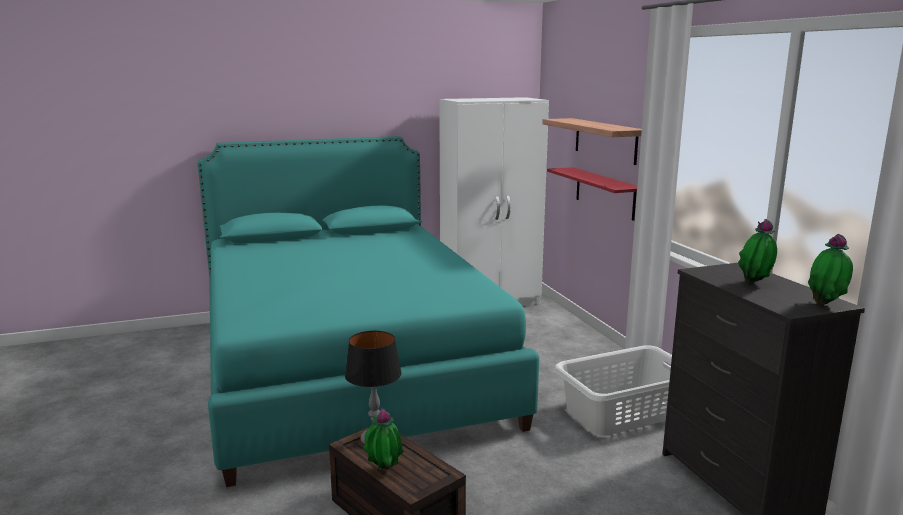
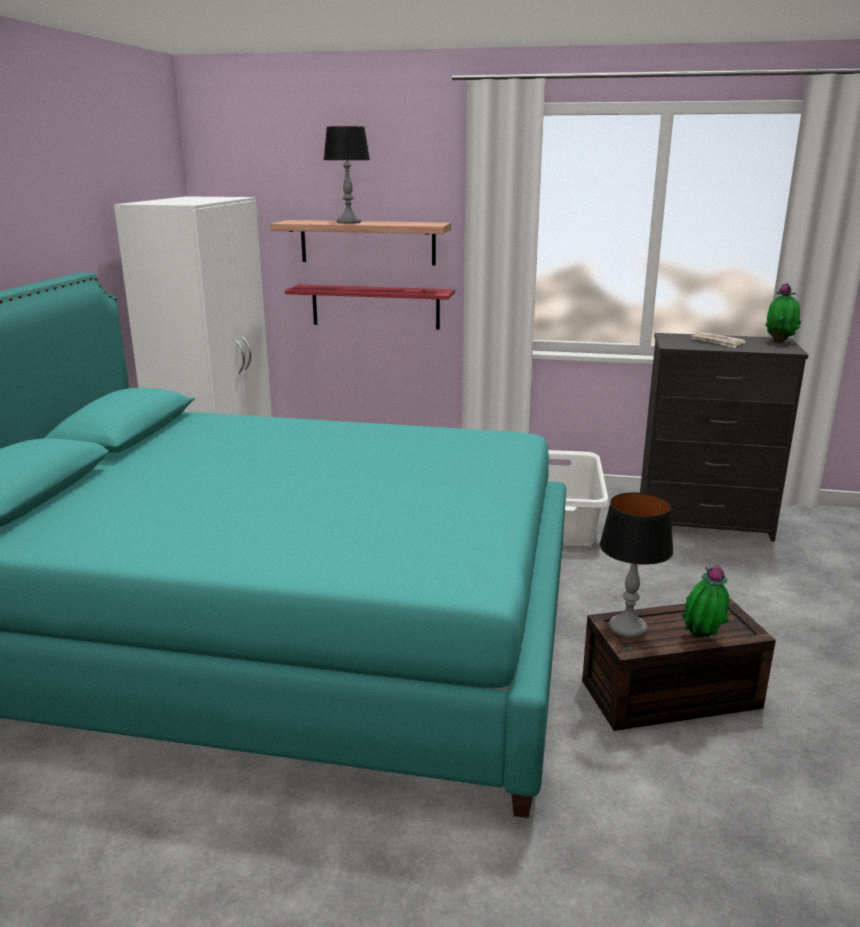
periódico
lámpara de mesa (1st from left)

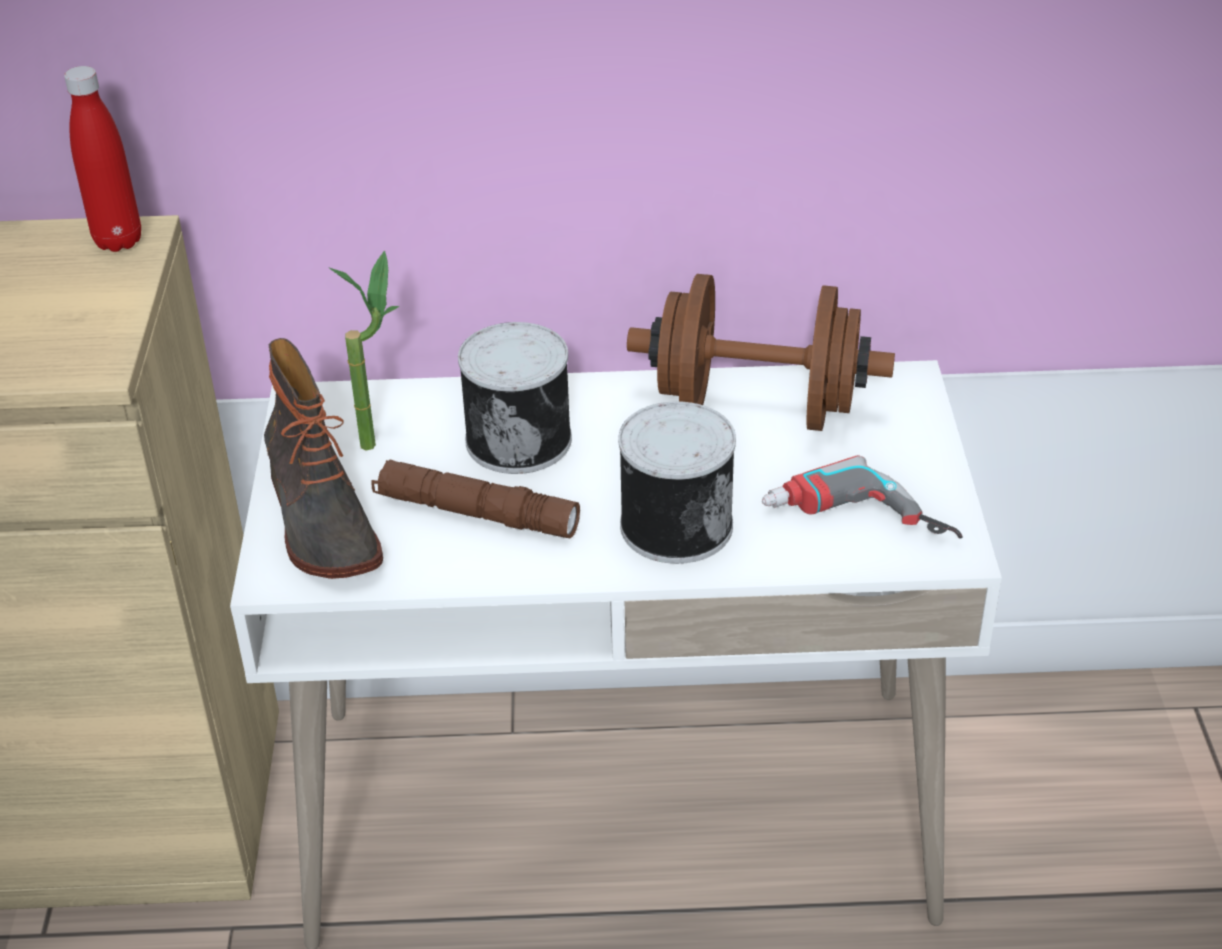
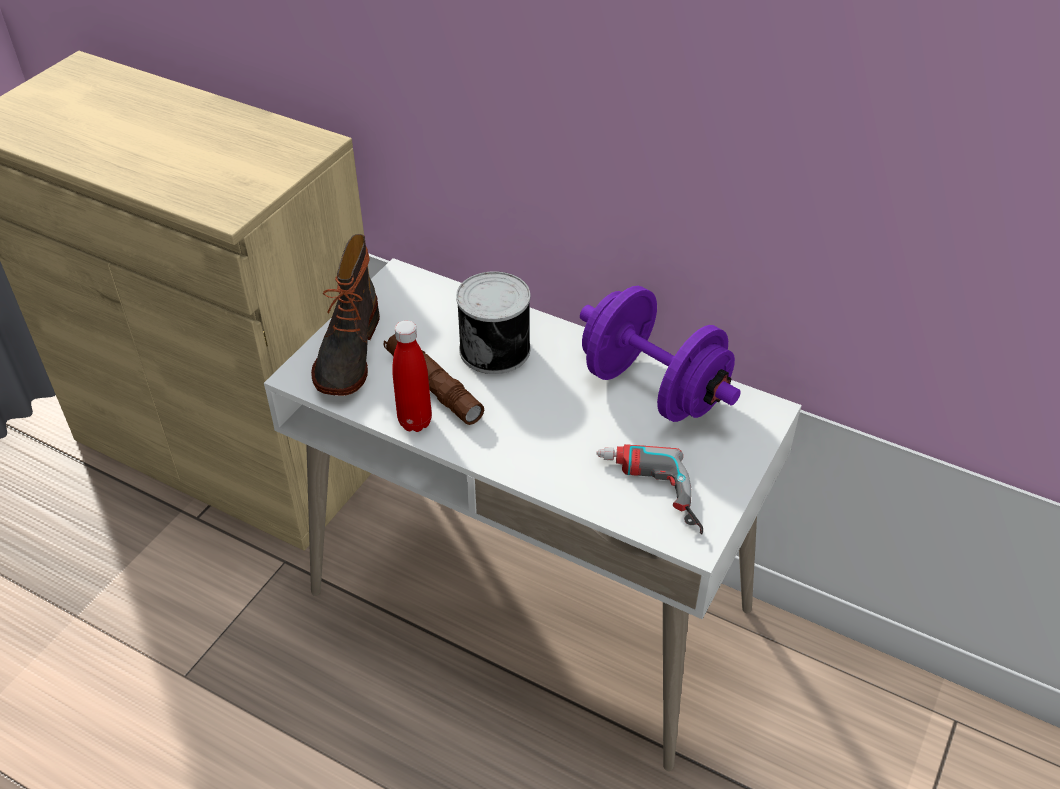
botella (rojo)
planta en maceta
lata (2nd from left in the first image)
mancuerna (morado)

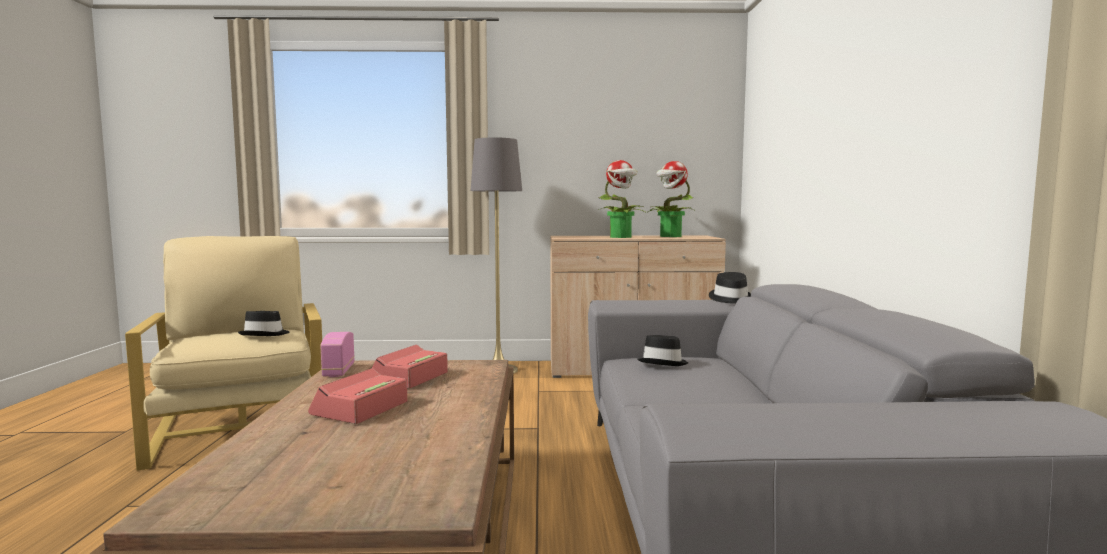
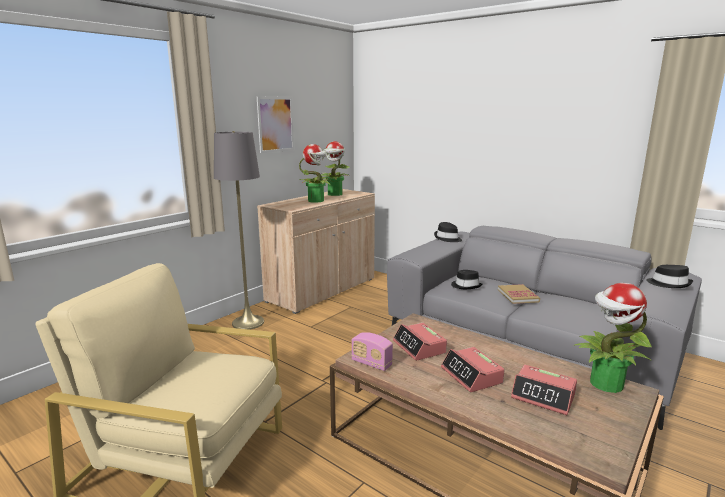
sombrero (negro) (3rd from left)
cuadro
libro
despertador (3rd from left)
planta en maceta (3rd from left)

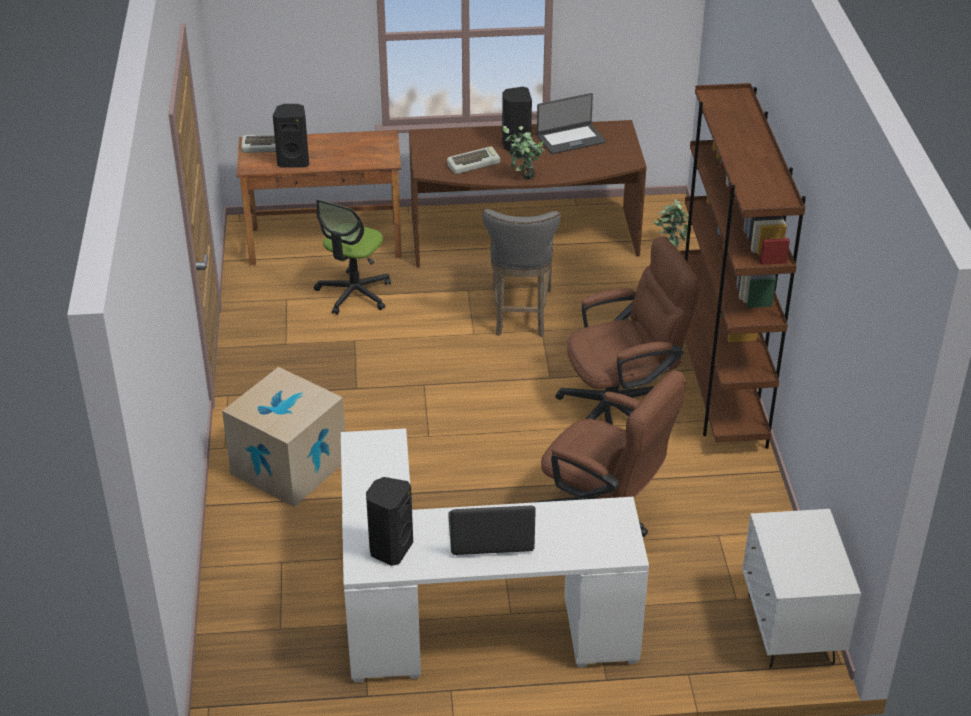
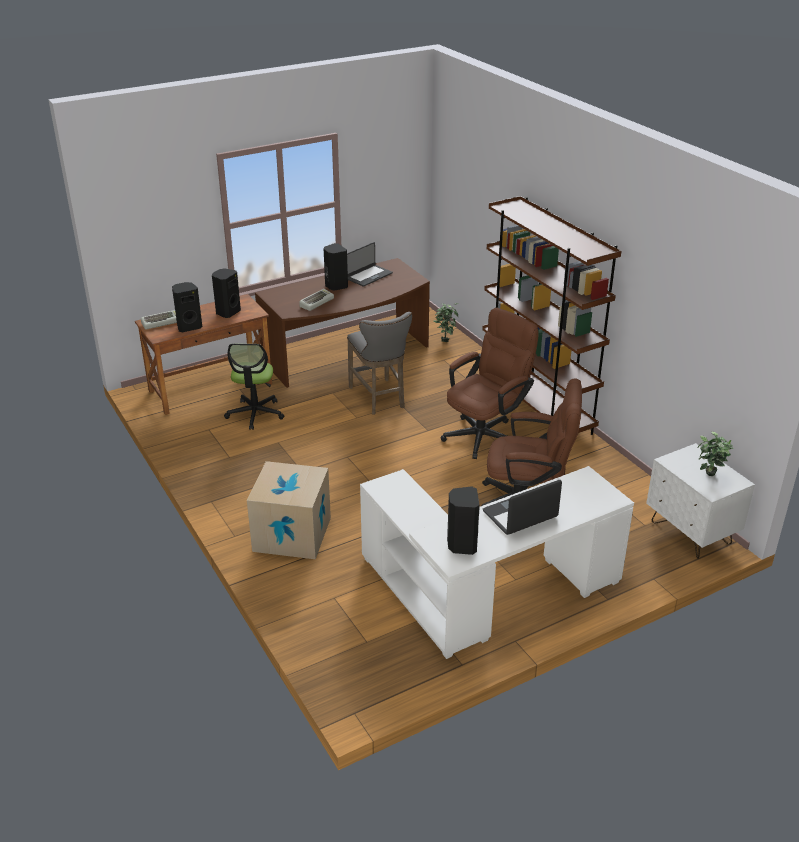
planta en maceta (2nd from left)
altavoz (negro) (2nd from left)

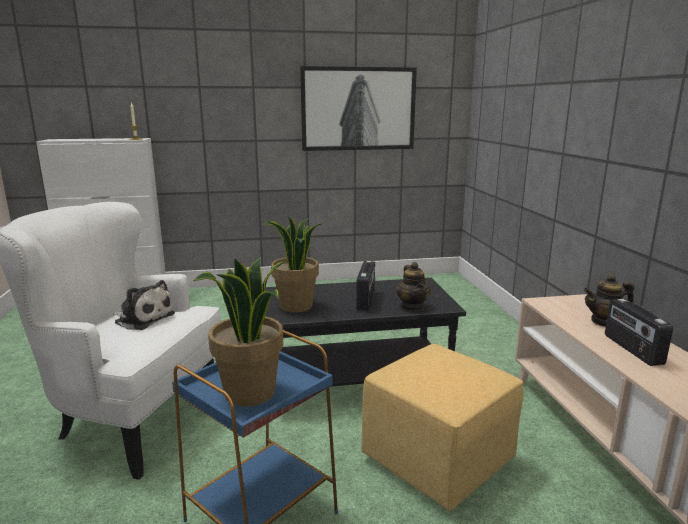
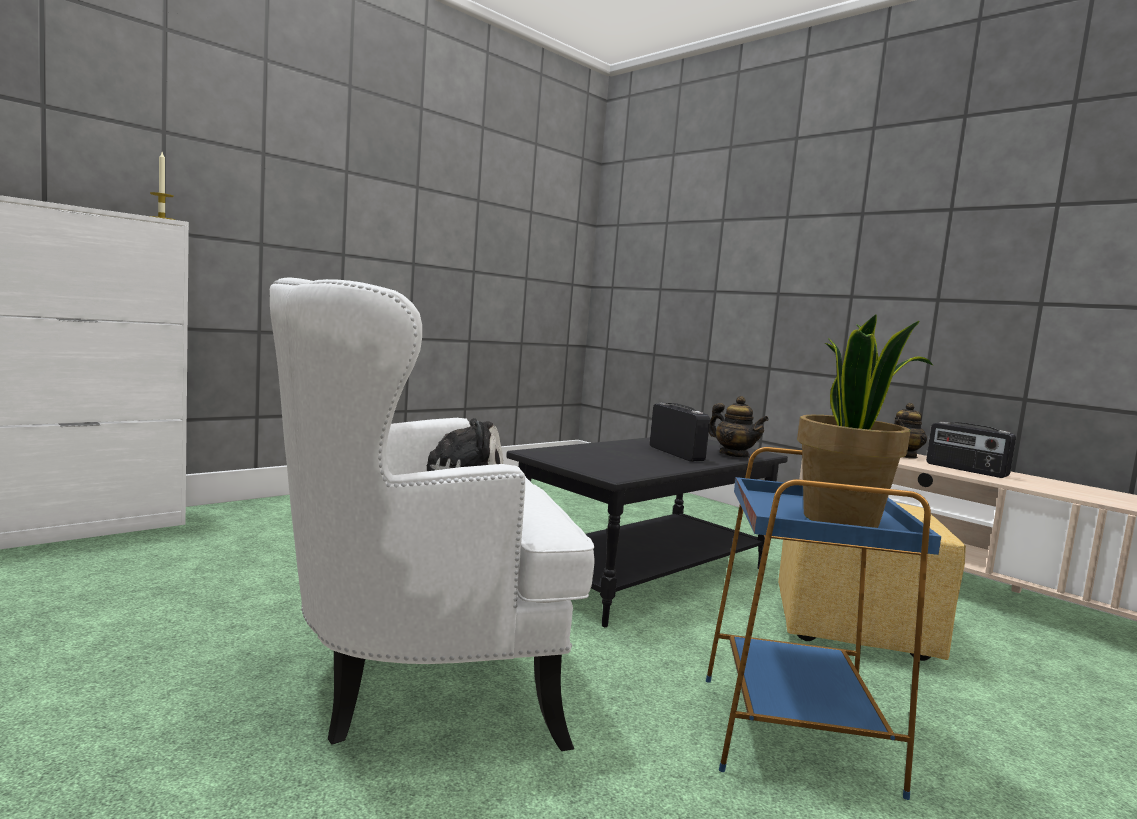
planta en maceta (2nd from left in the first image)
cuadro

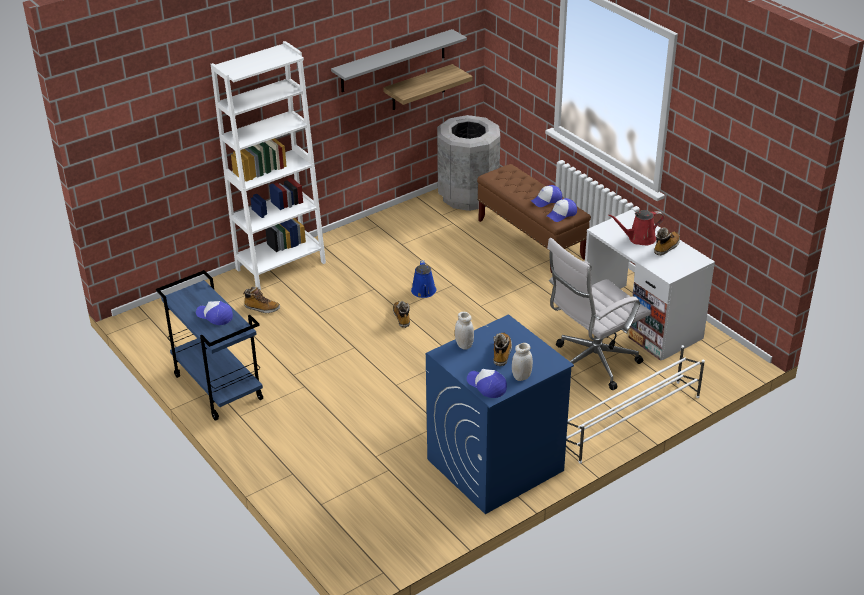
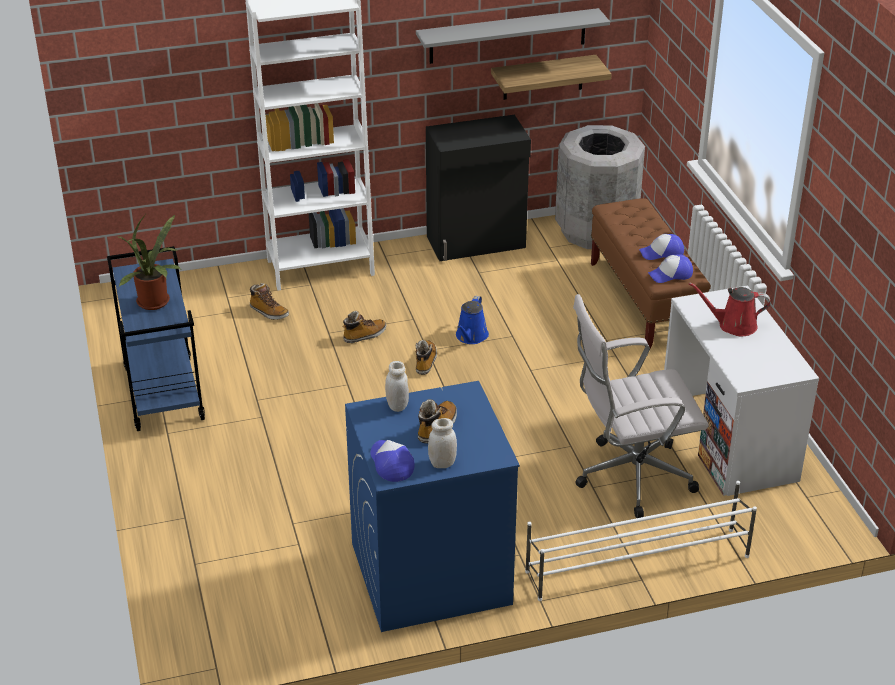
planta en maceta
bota (2nd from left)
armario (negro)

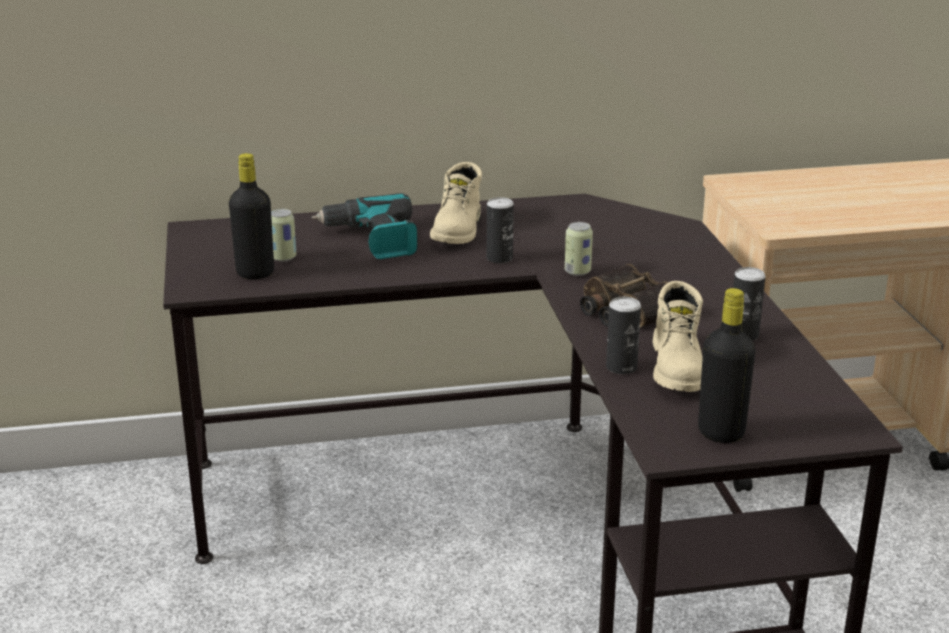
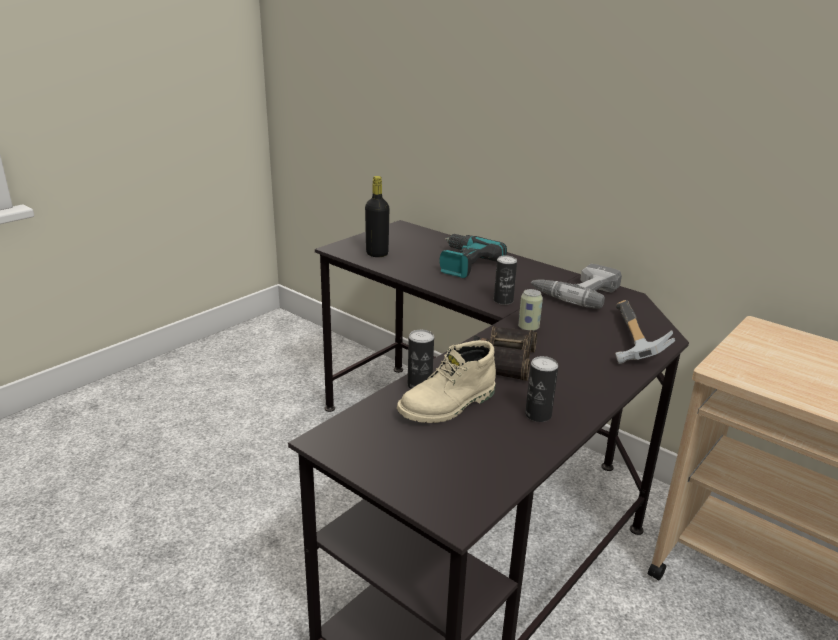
lata (1st from left in the first image)
bota (beis) (1st from left in the first image)
botella (negro) (2nd from left in the first image)
taladro (2nd from left)
martillo

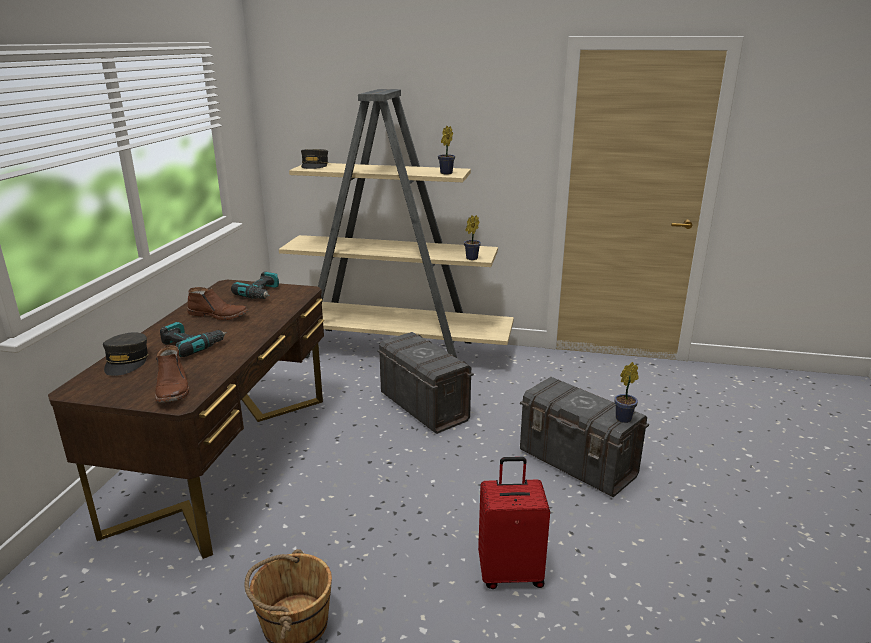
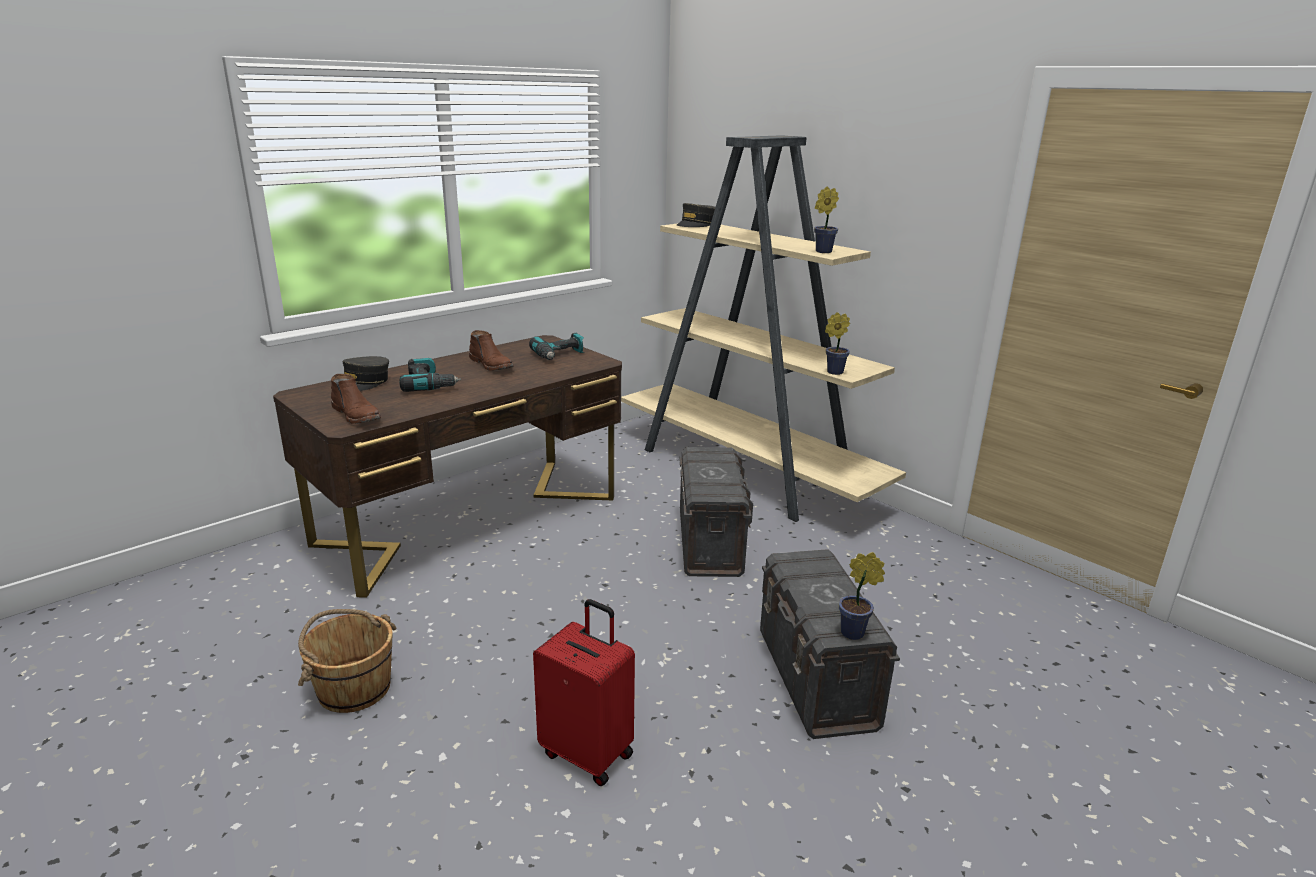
bota (marrón) (1st from left)

